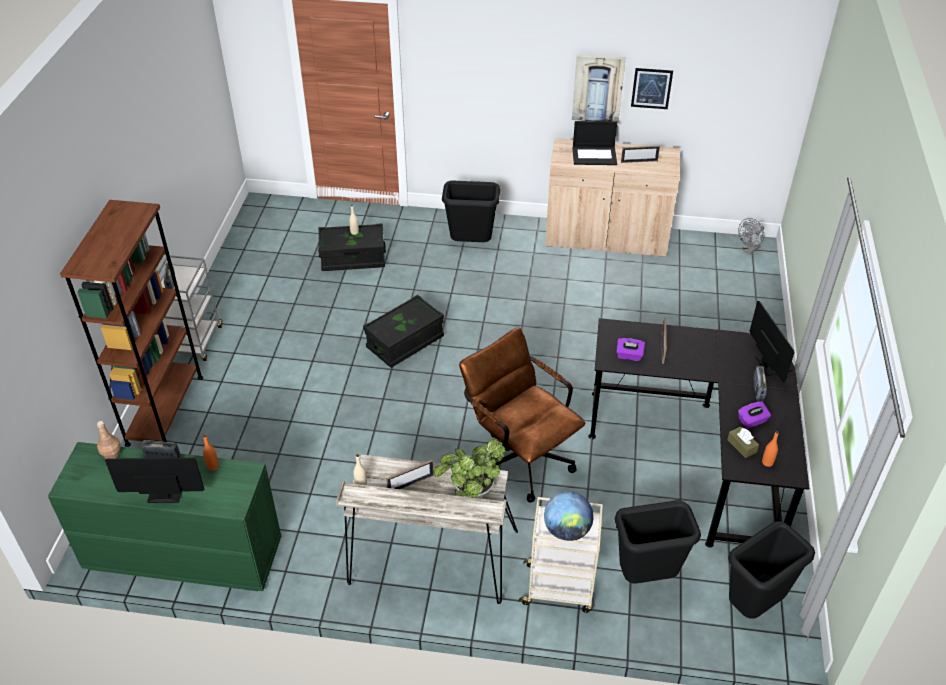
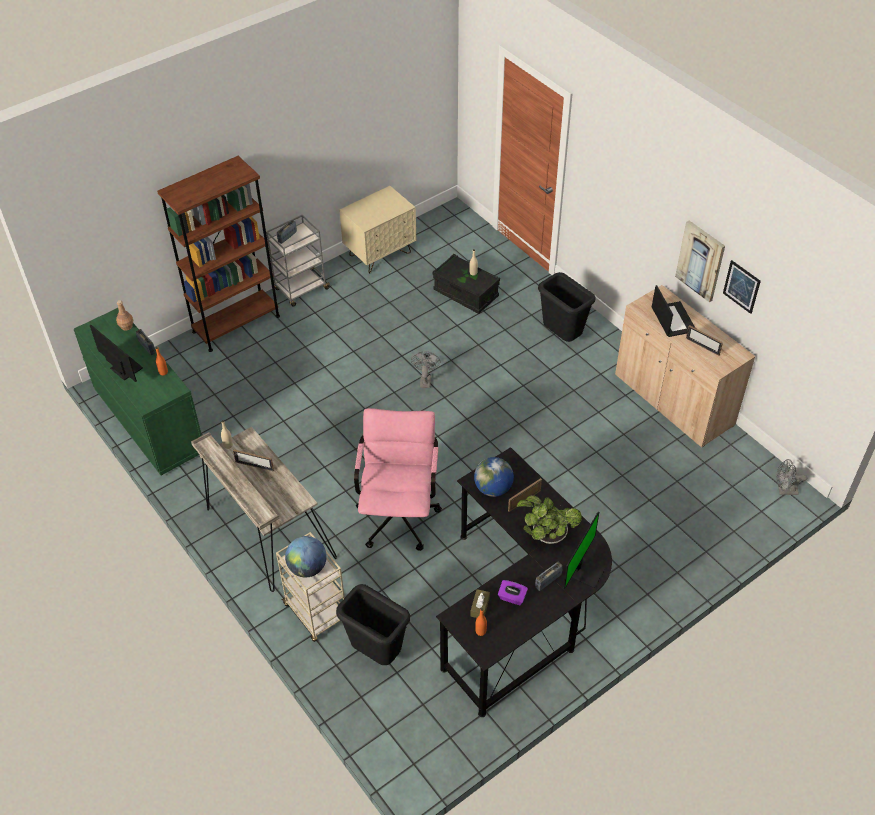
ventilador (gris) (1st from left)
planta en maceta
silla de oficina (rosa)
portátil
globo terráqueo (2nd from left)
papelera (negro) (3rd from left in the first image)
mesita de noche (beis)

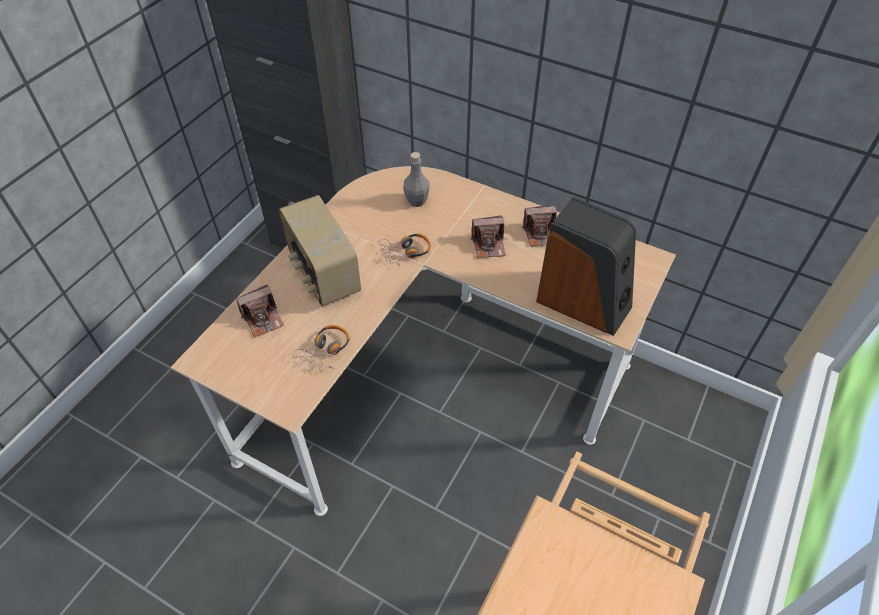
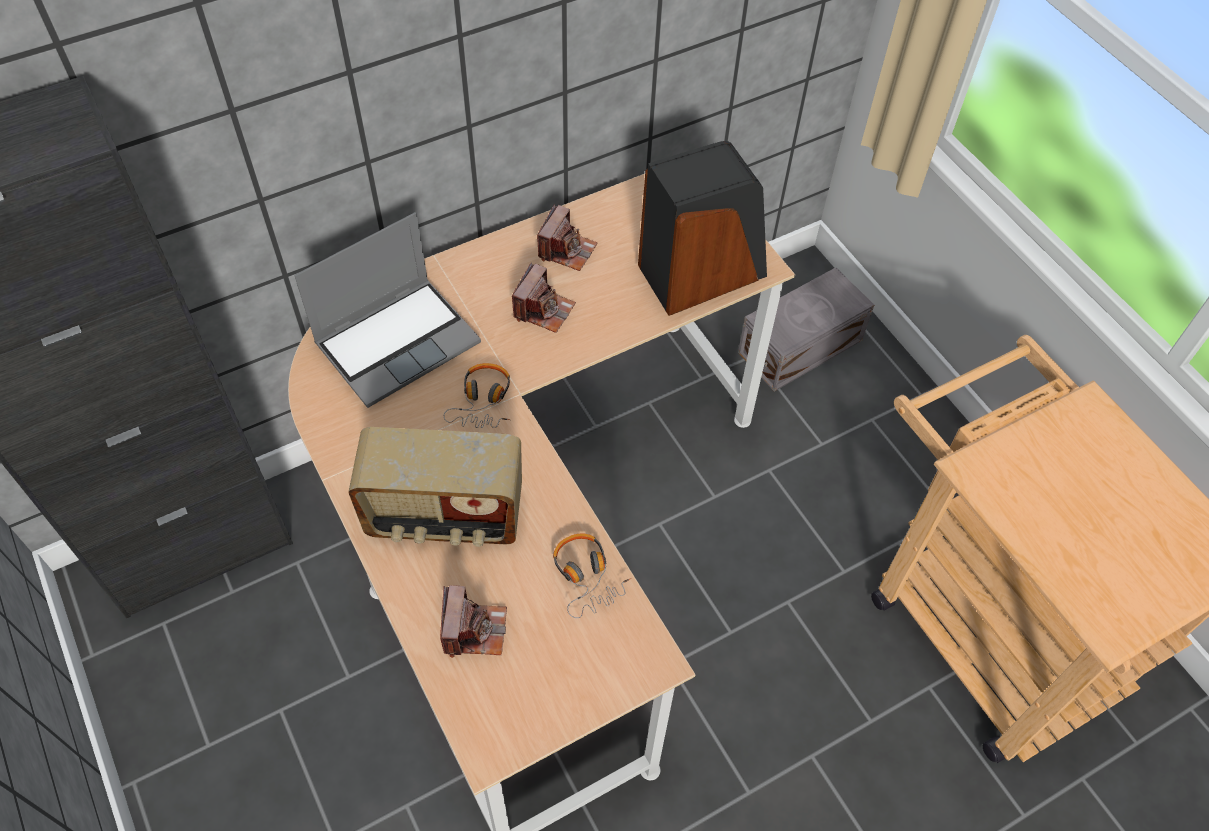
portátil
caja de almacenaje (gris)

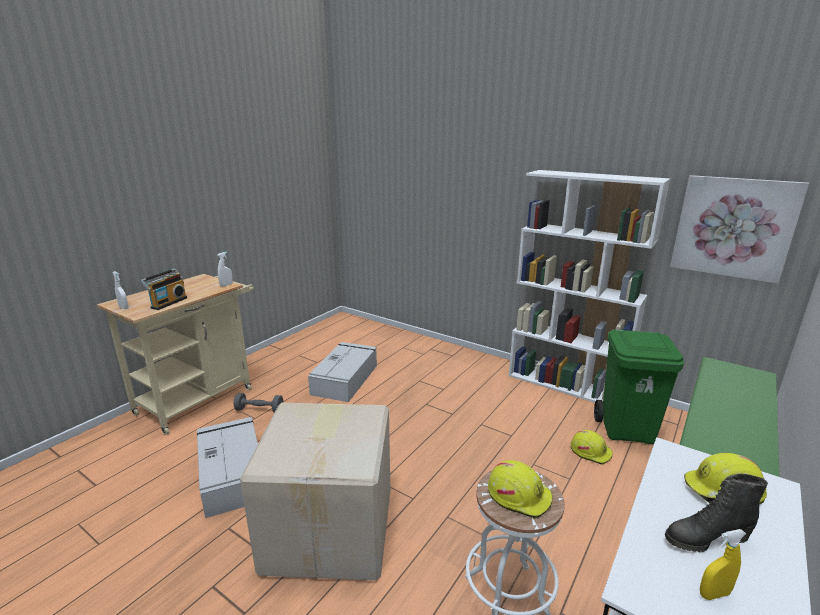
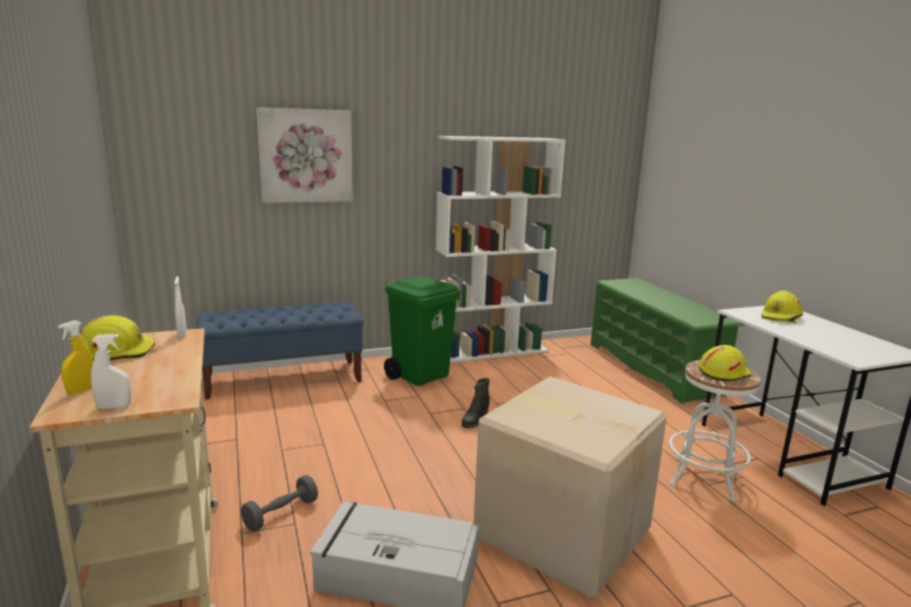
radio
caja de almacenaje (gris) (2nd from left in the first image)
casco (amarillo) (1st from left)
papelera (verde)
bota (negro)
cuadro
pulverizador (amarillo)
banco (azul)

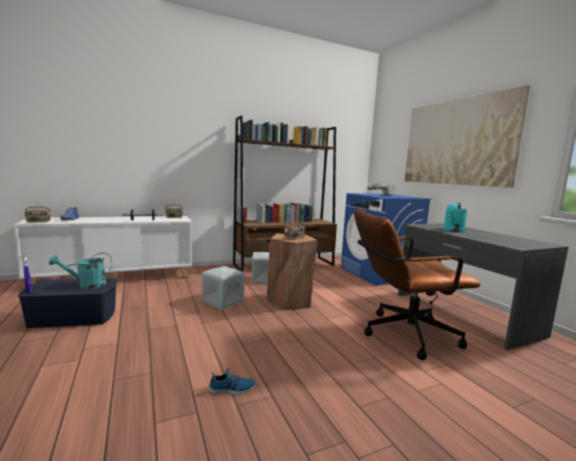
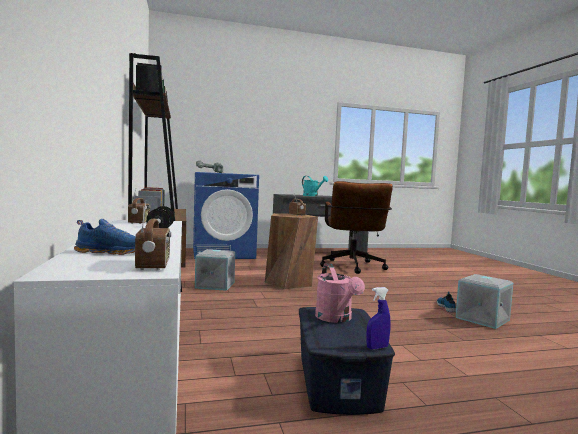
regadera (rosa)
caja de almacenaje (gris) (2nd from left)
cuadro

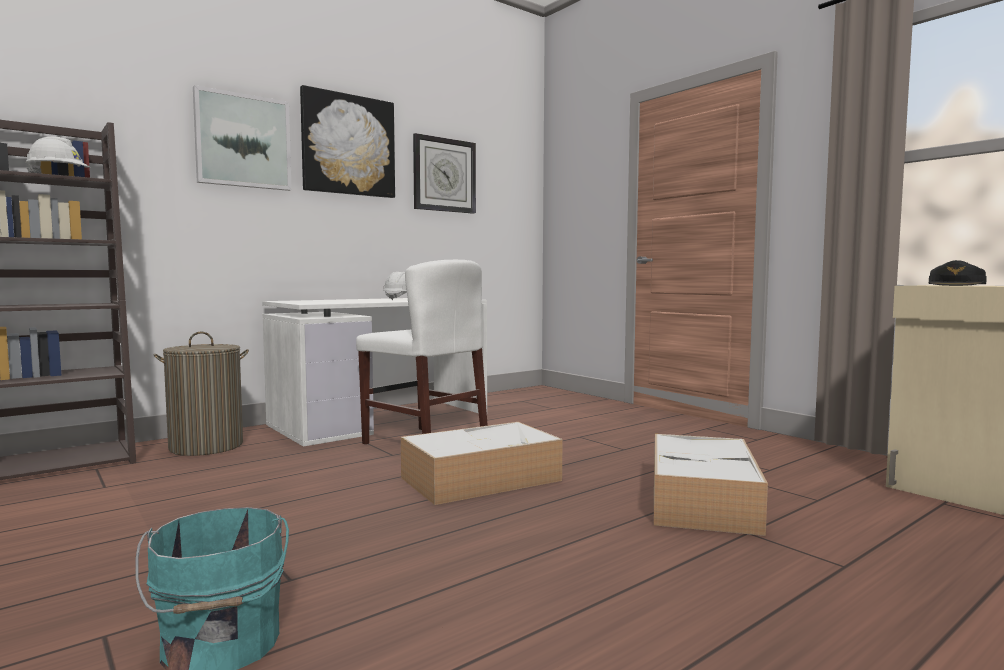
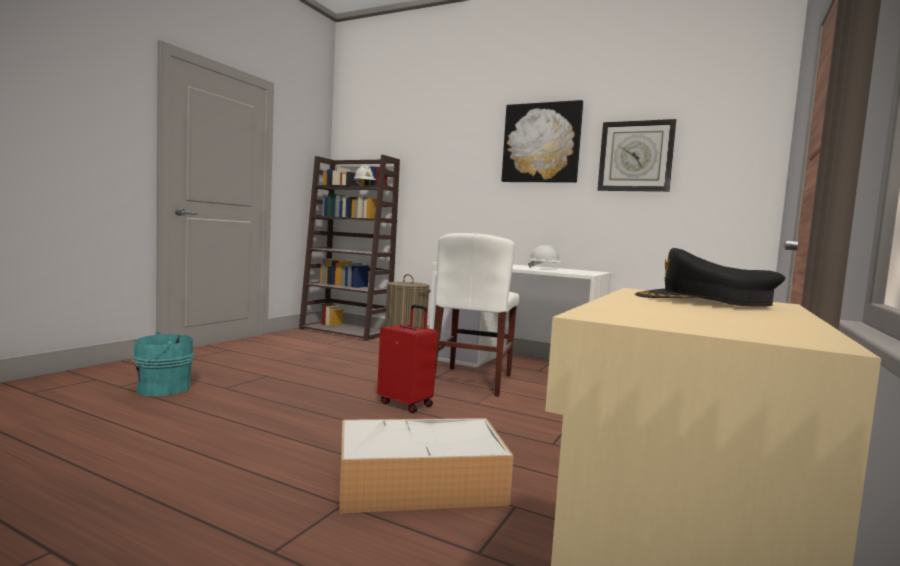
cuadro (1st from left in the first image)
maleta (rojo)

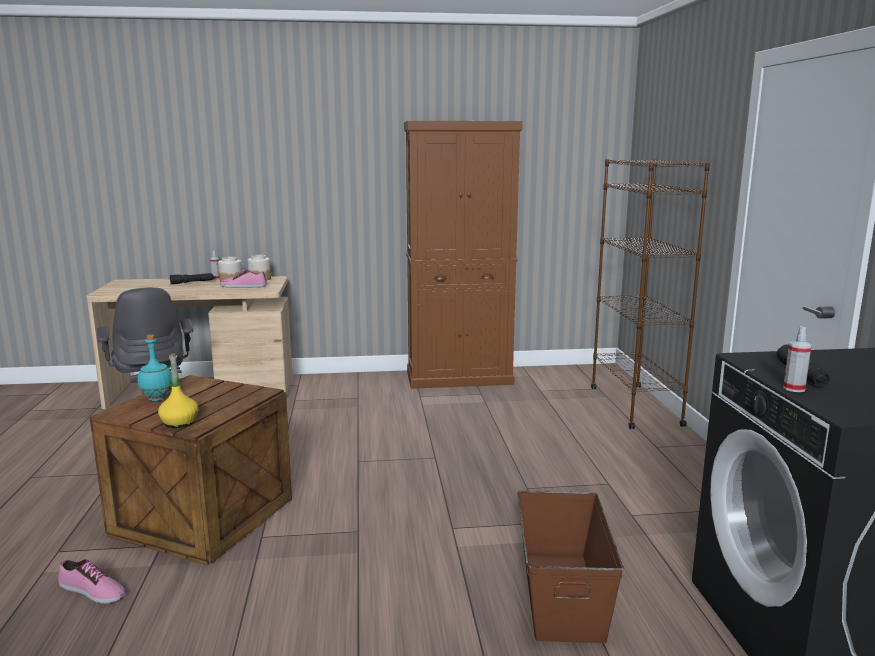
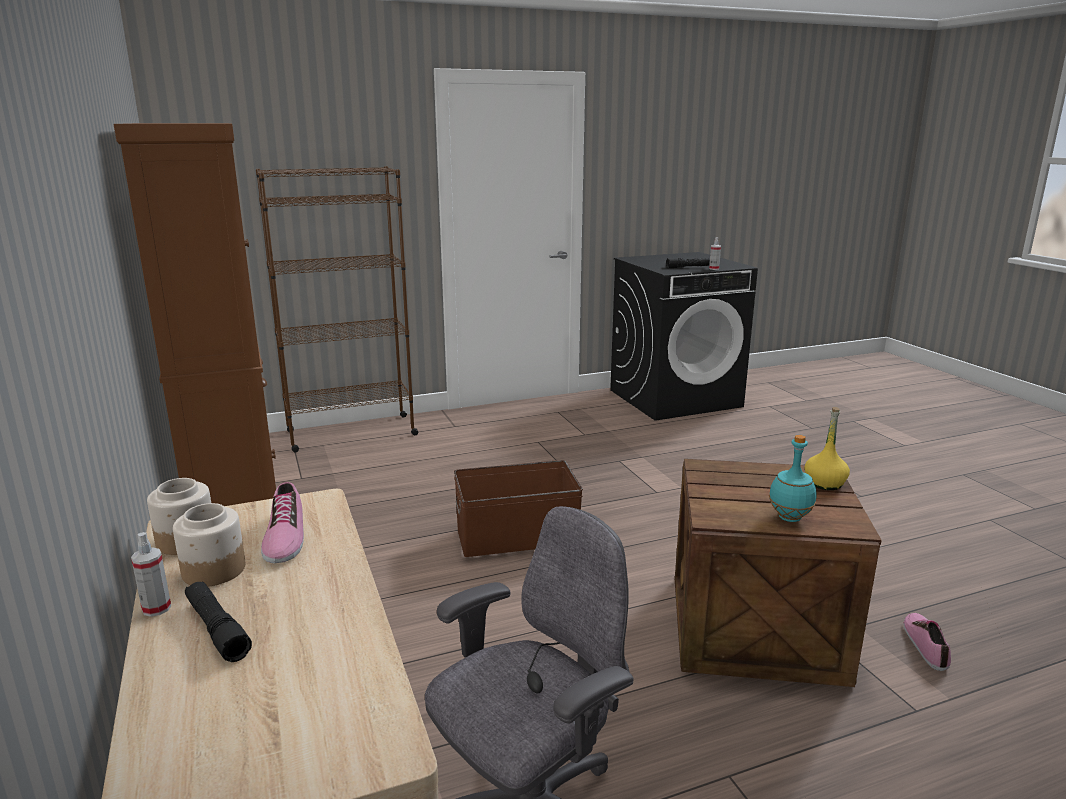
caja de almacenaje (marrón)

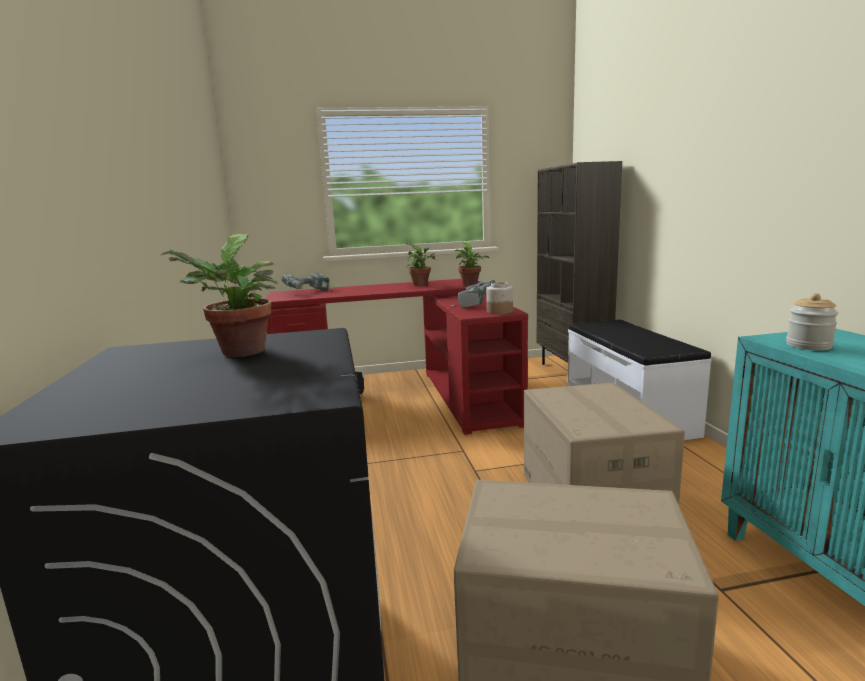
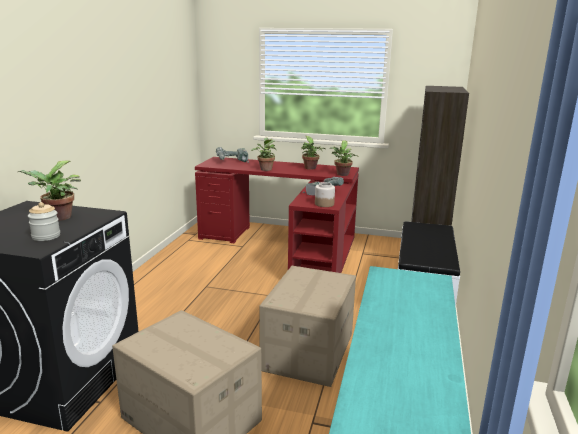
tarro (1st from left)
planta en maceta (2nd from left)

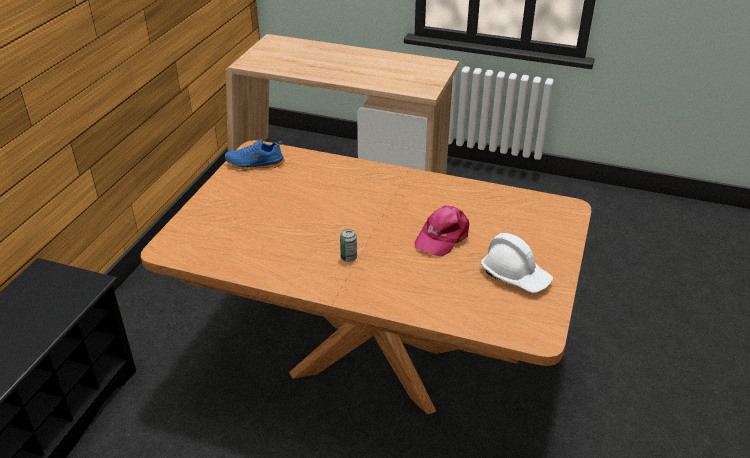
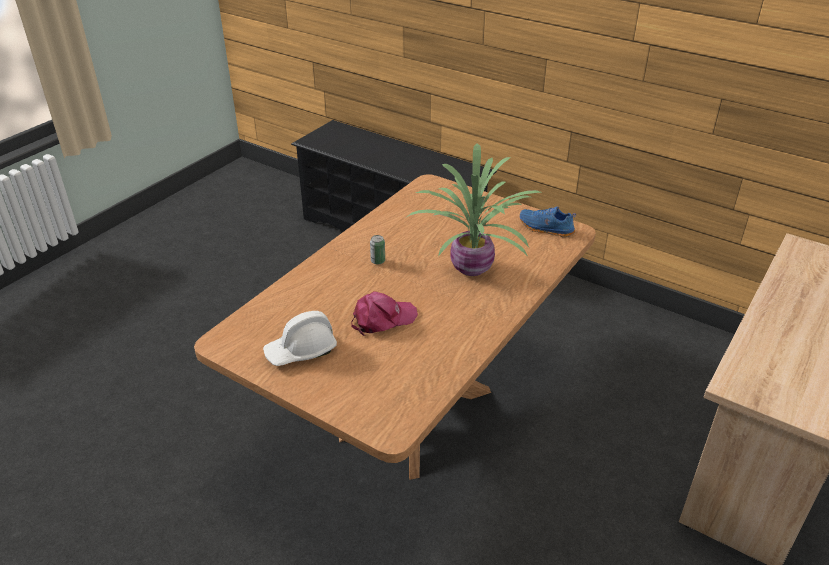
zapato (azul)
gorra (rosa)
planta en maceta

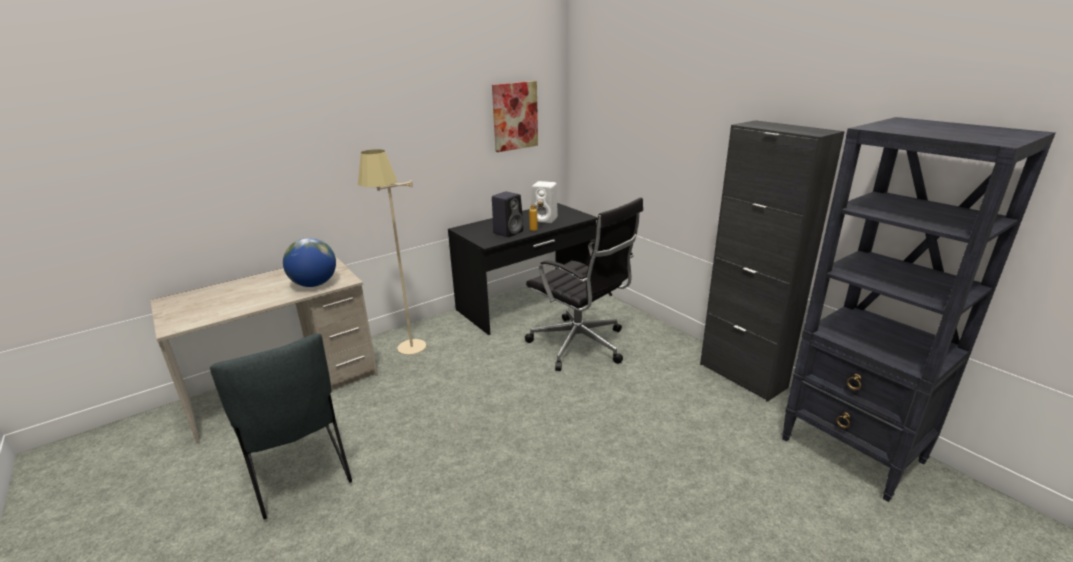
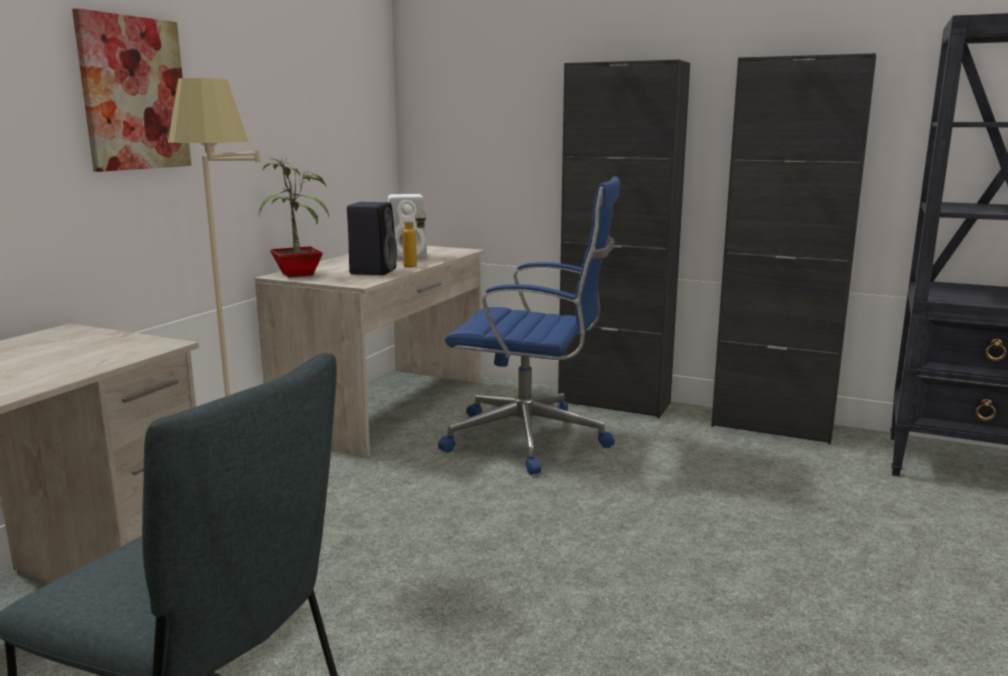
globo terráqueo
escritorio (beis) (2nd from left)
cuadro
silla de oficina (azul)
planta en maceta
armario (negro) (1st from left)

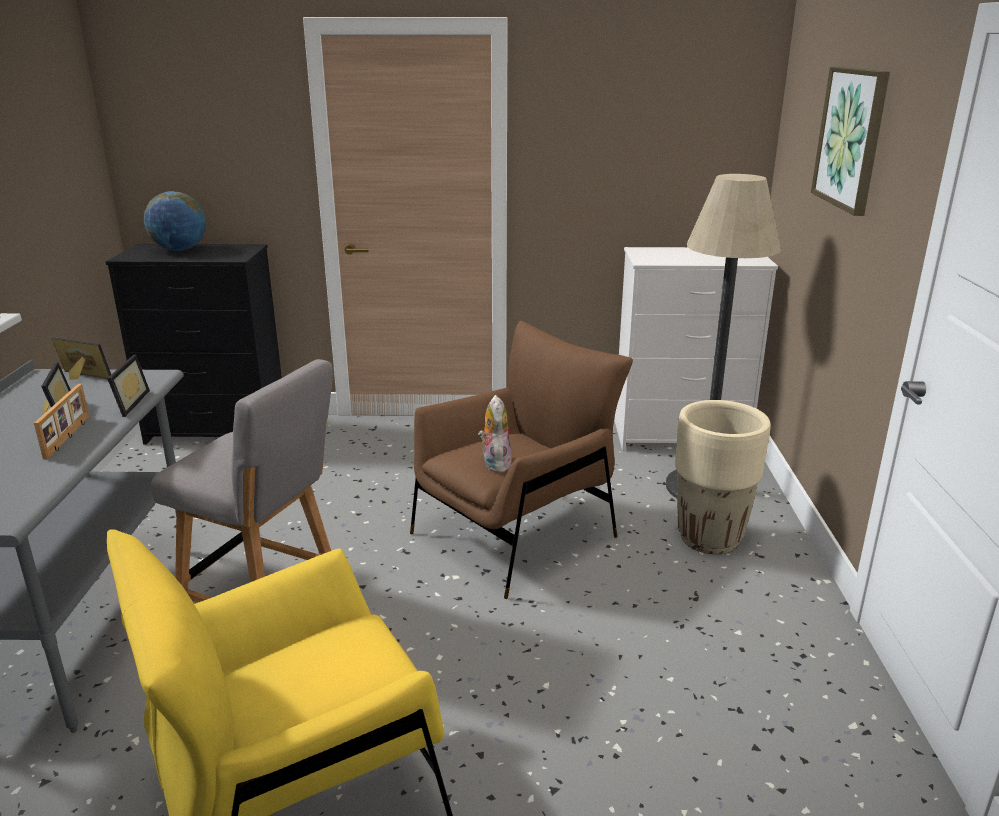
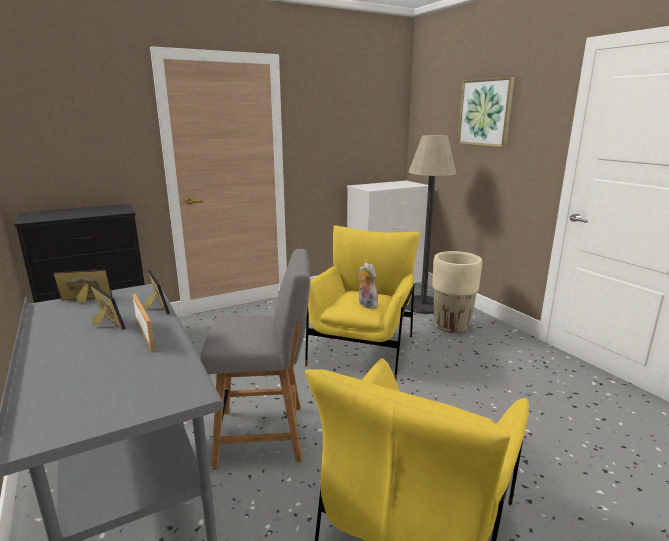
globo terráqueo
sillón (amarillo) (1st from left)

